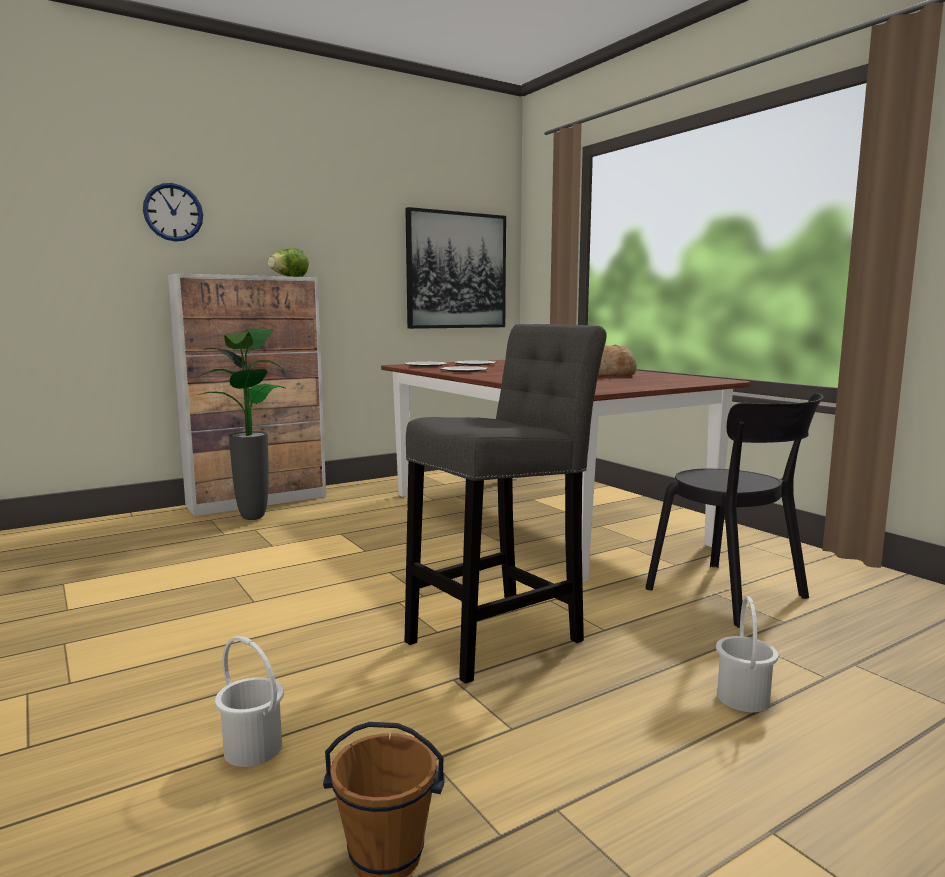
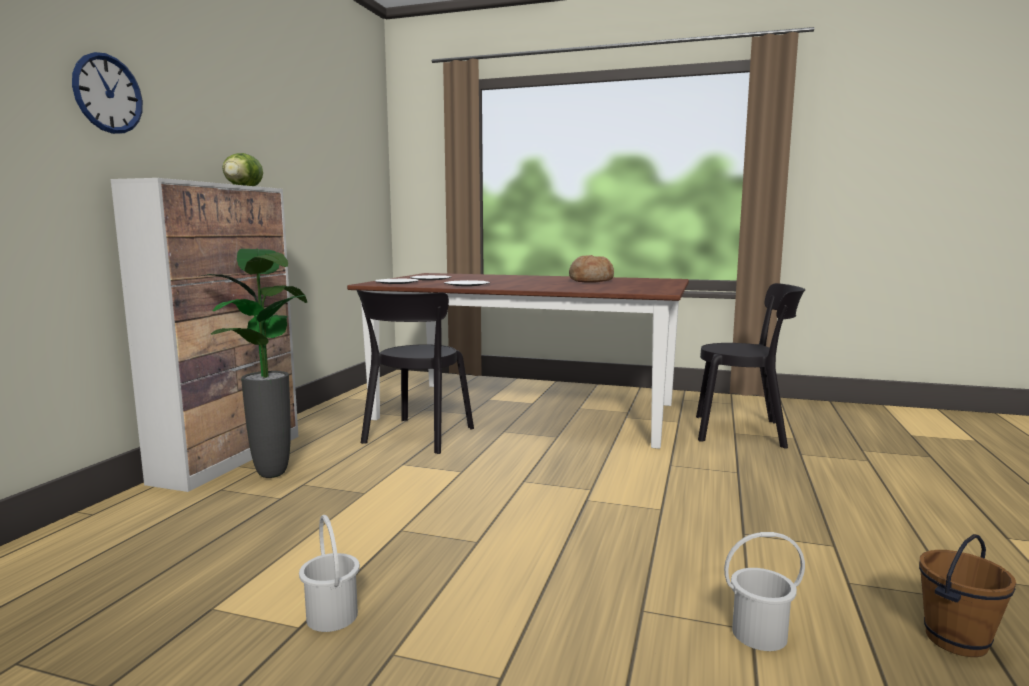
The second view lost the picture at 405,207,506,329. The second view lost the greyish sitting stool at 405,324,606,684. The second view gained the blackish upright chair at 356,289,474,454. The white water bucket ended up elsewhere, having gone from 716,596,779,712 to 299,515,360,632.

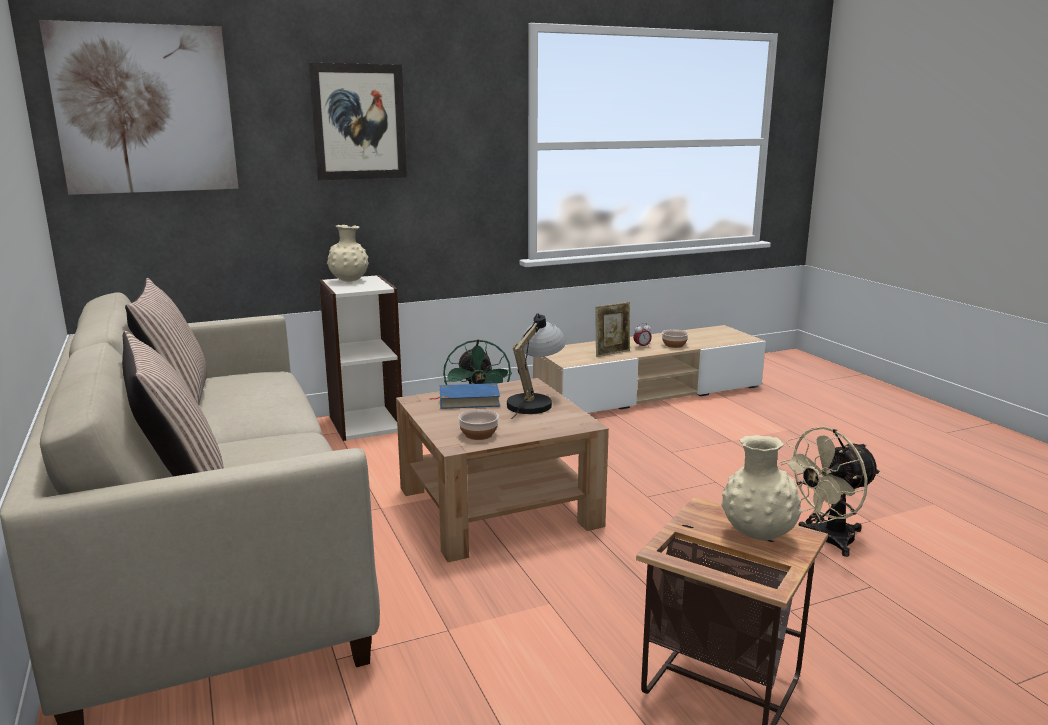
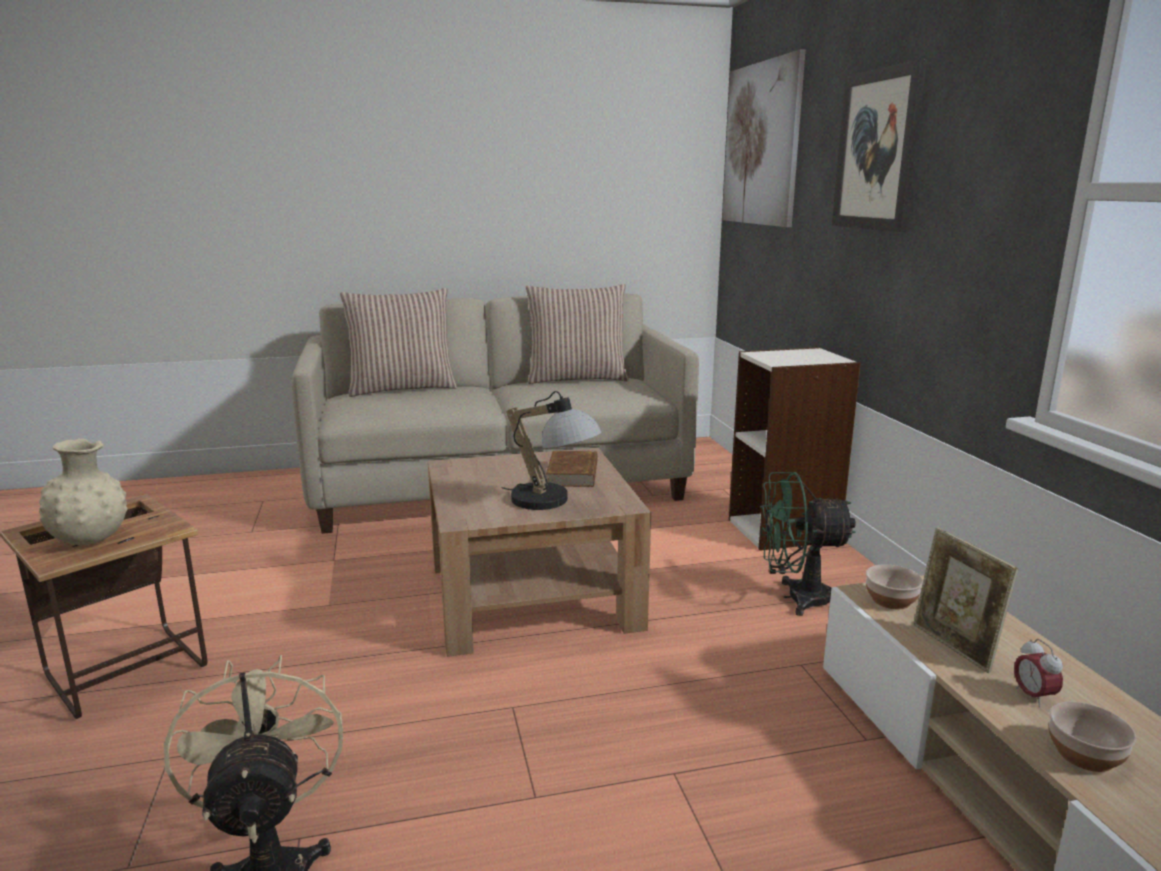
The second view lost the beige vase at 327,225,369,282. The bowl ended up elsewhere, having gone from 458,409,499,440 to 866,564,923,609. What was the bluish volume at 430,383,500,409 turned into the brown-coloured volume at 546,451,598,487.

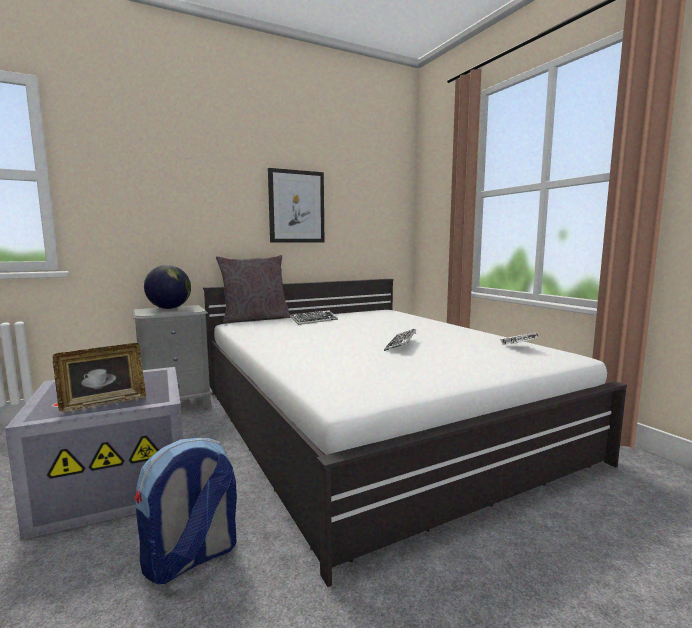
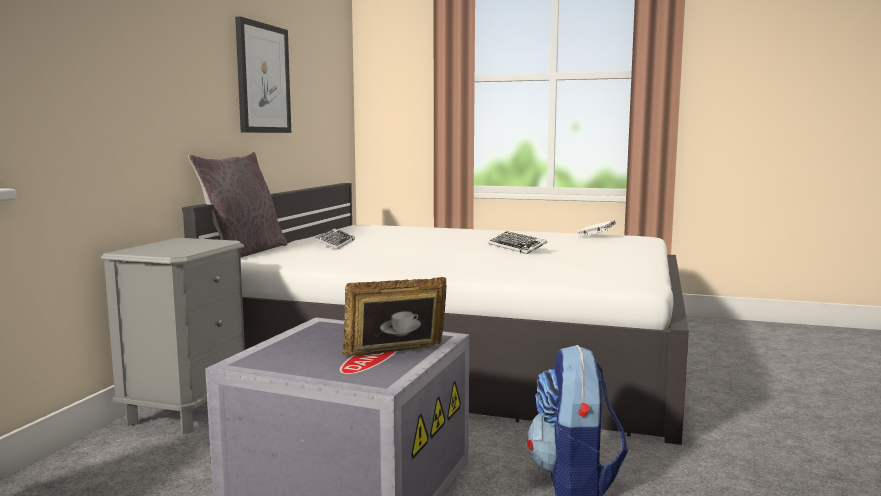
The second view lost the globe at 144,265,191,309. The picture frame at 53,343,146,412 ended up facing another way, 120 degrees counterclockwise from before.

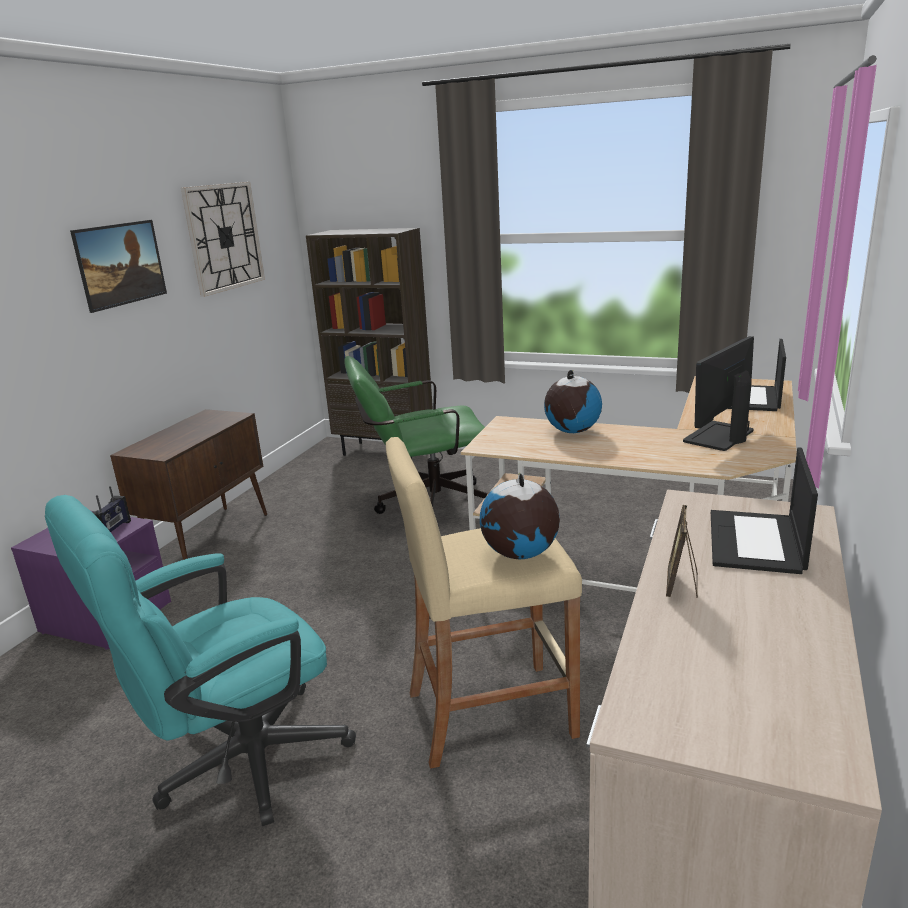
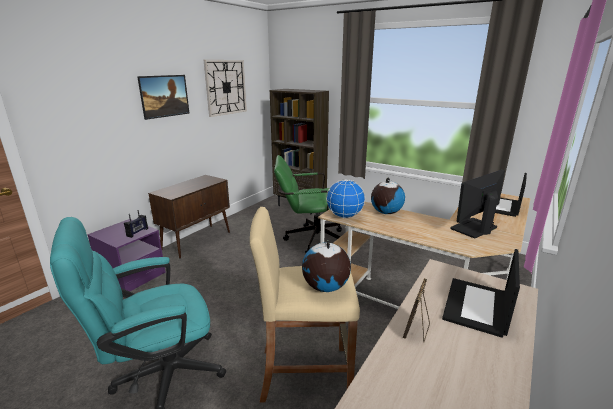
The second view gained the globe at 326,179,365,218.

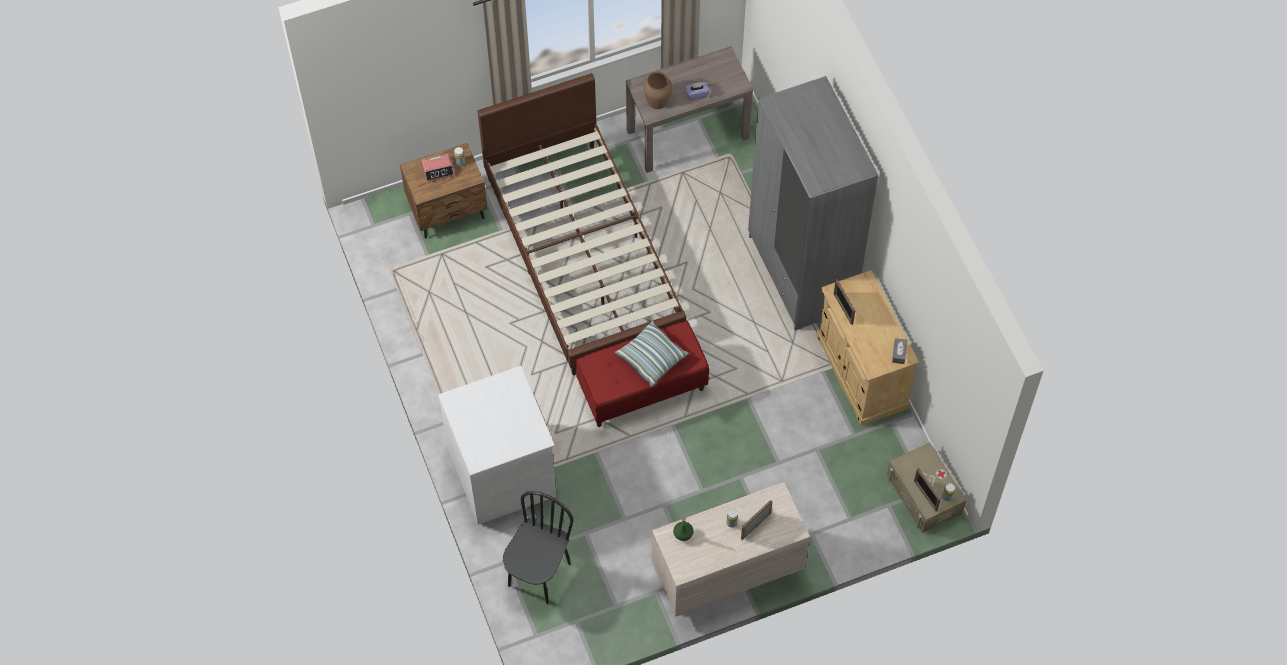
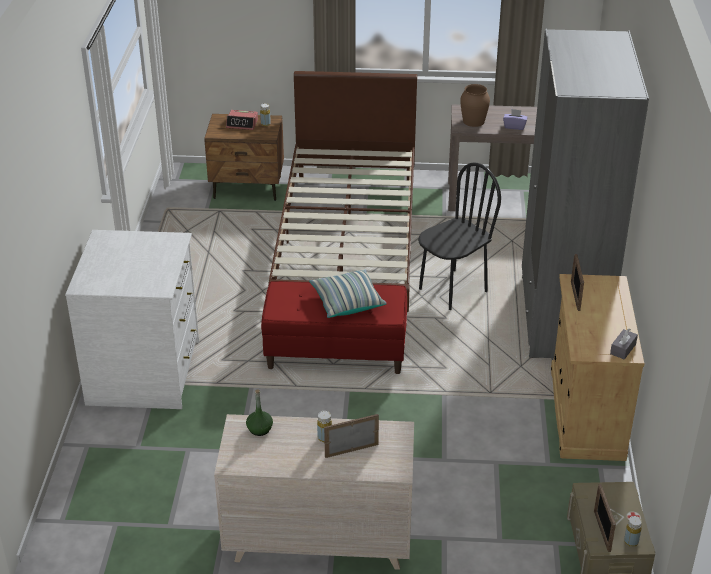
The blackish upright chair ended up elsewhere, having gone from 503,491,574,604 to 418,162,501,310.

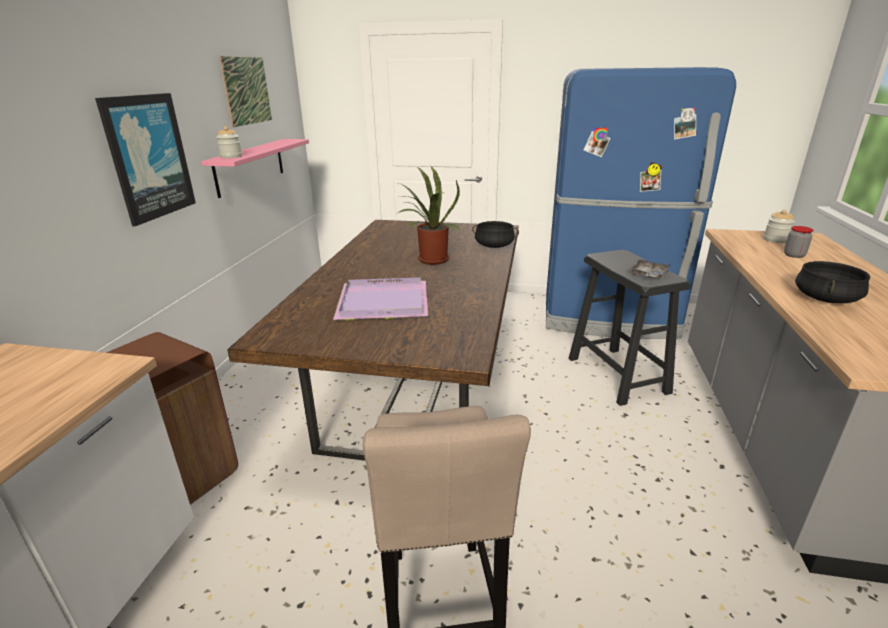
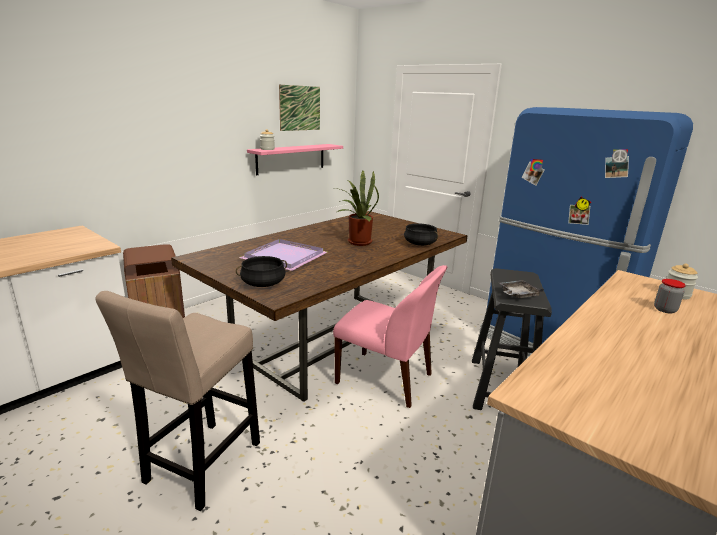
The second view lost the picture at 95,93,196,226. The second view gained the pink upright chair at 333,265,447,408. The blackish cooking pot ended up elsewhere, having gone from 795,261,870,303 to 236,256,287,287.

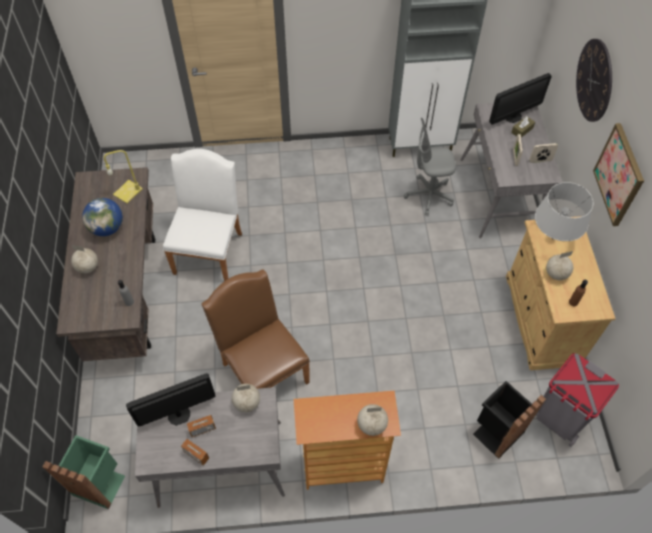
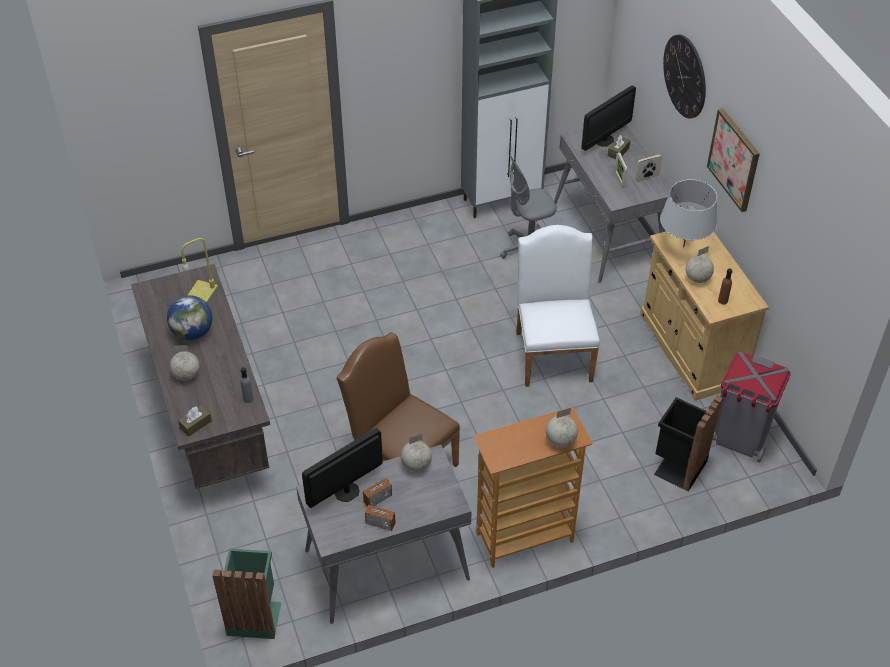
The second view gained the brown-coloured tissue box at 178,405,212,436. The white upright chair ended up elsewhere, having gone from 163,149,242,281 to 516,225,600,387.

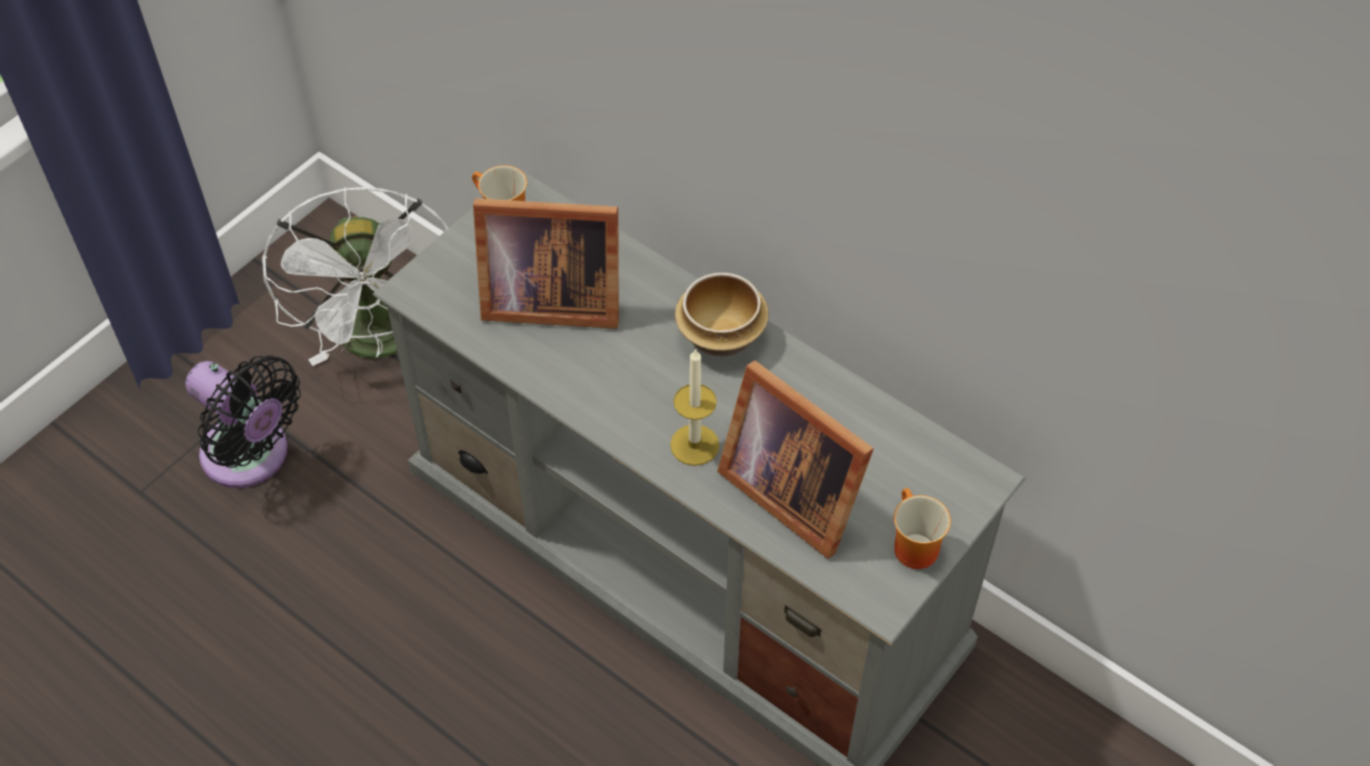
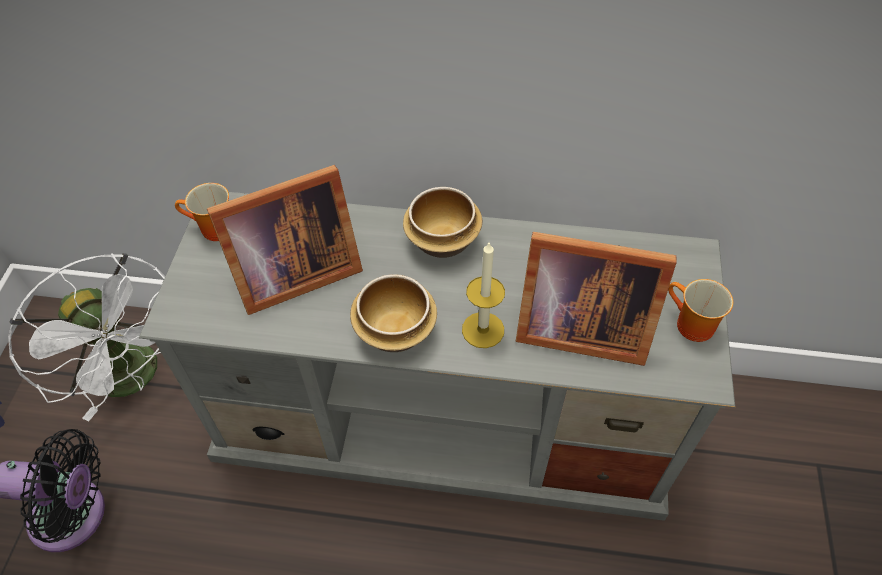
The second view gained the bowl at 350,274,437,352.

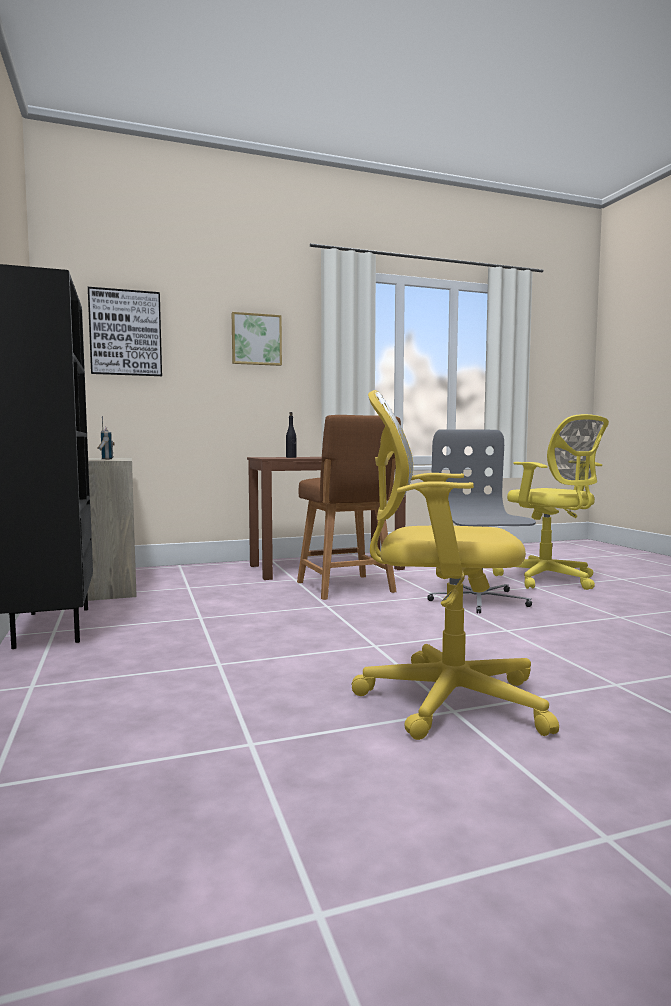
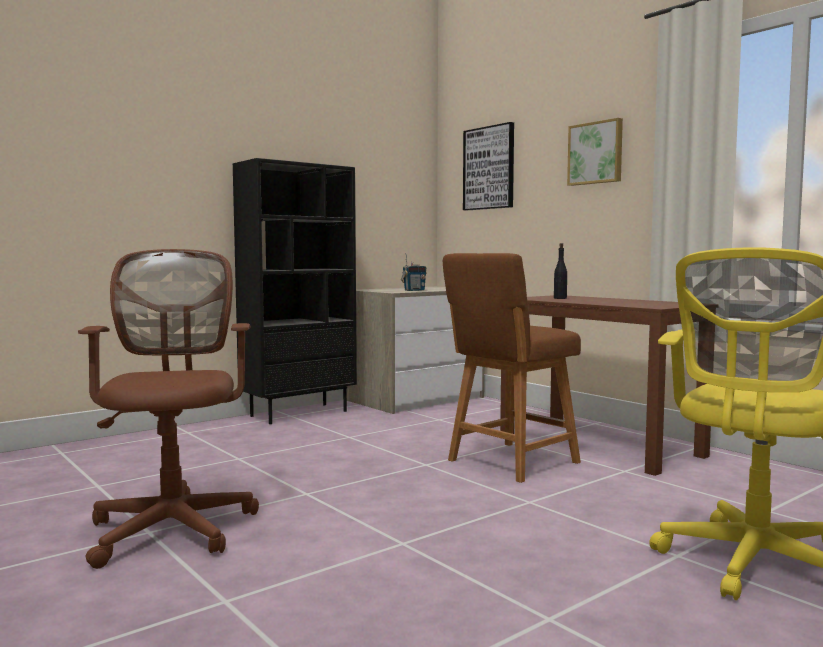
The second view lost the greyish desk chair at 427,430,536,613. What was the yellow-coloured desk chair at 351,390,559,740 turned into the brown-coloured desk chair at 78,249,259,569.

